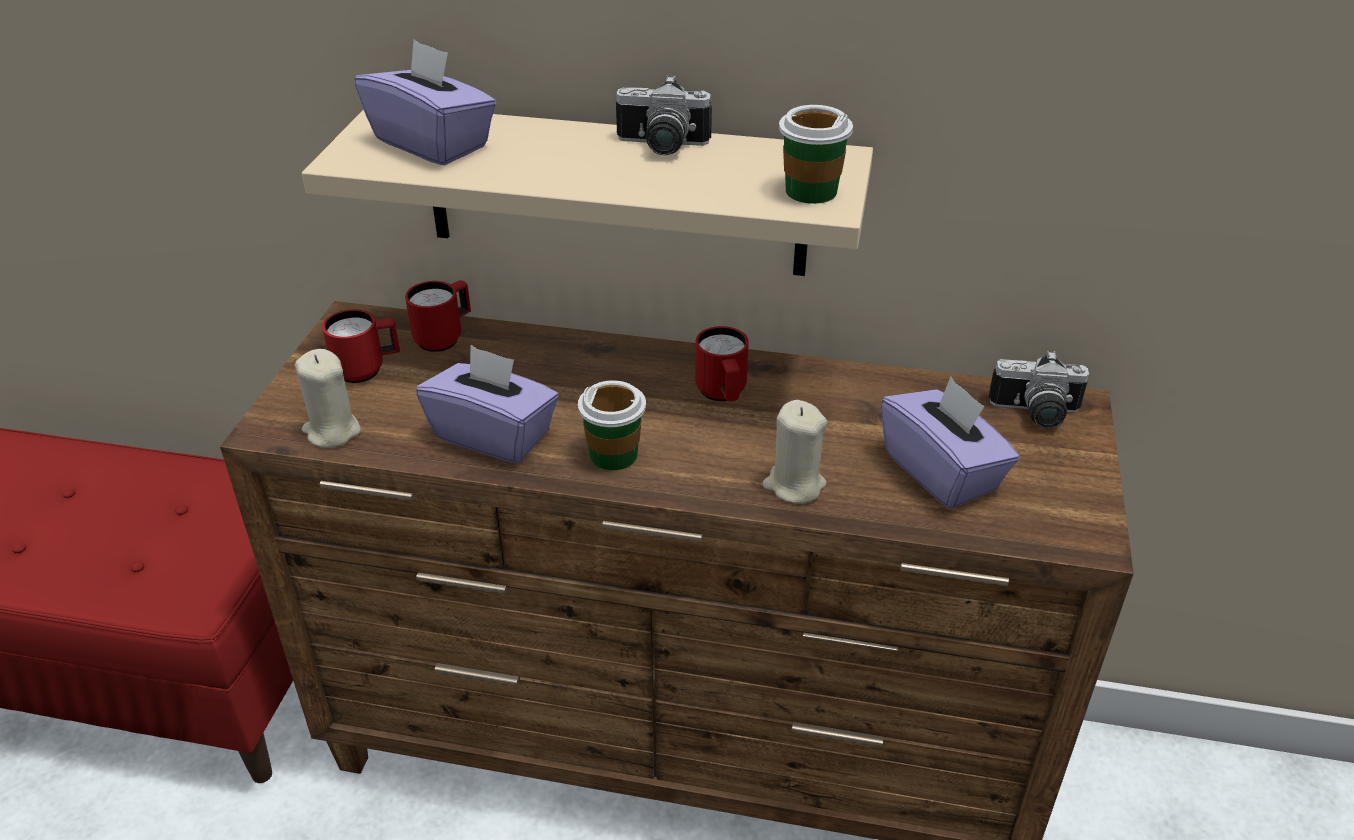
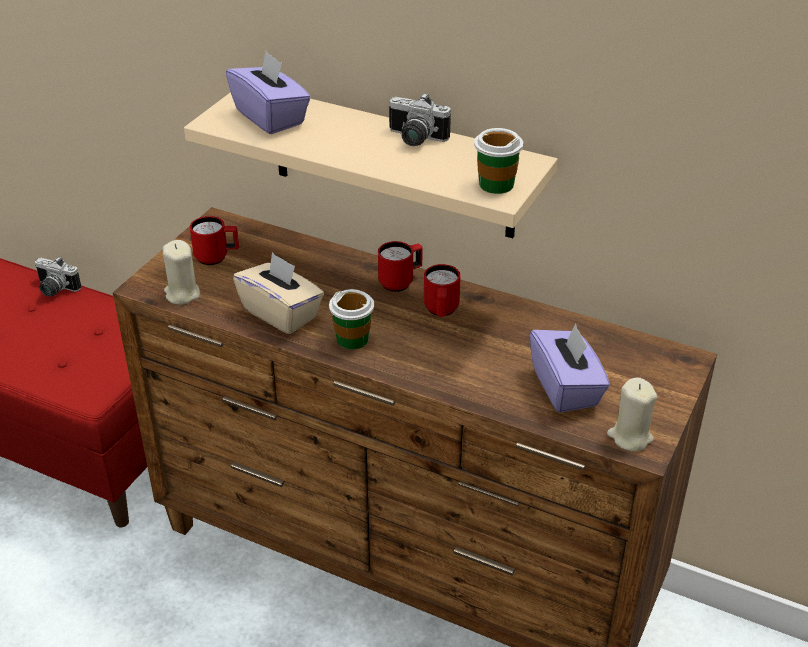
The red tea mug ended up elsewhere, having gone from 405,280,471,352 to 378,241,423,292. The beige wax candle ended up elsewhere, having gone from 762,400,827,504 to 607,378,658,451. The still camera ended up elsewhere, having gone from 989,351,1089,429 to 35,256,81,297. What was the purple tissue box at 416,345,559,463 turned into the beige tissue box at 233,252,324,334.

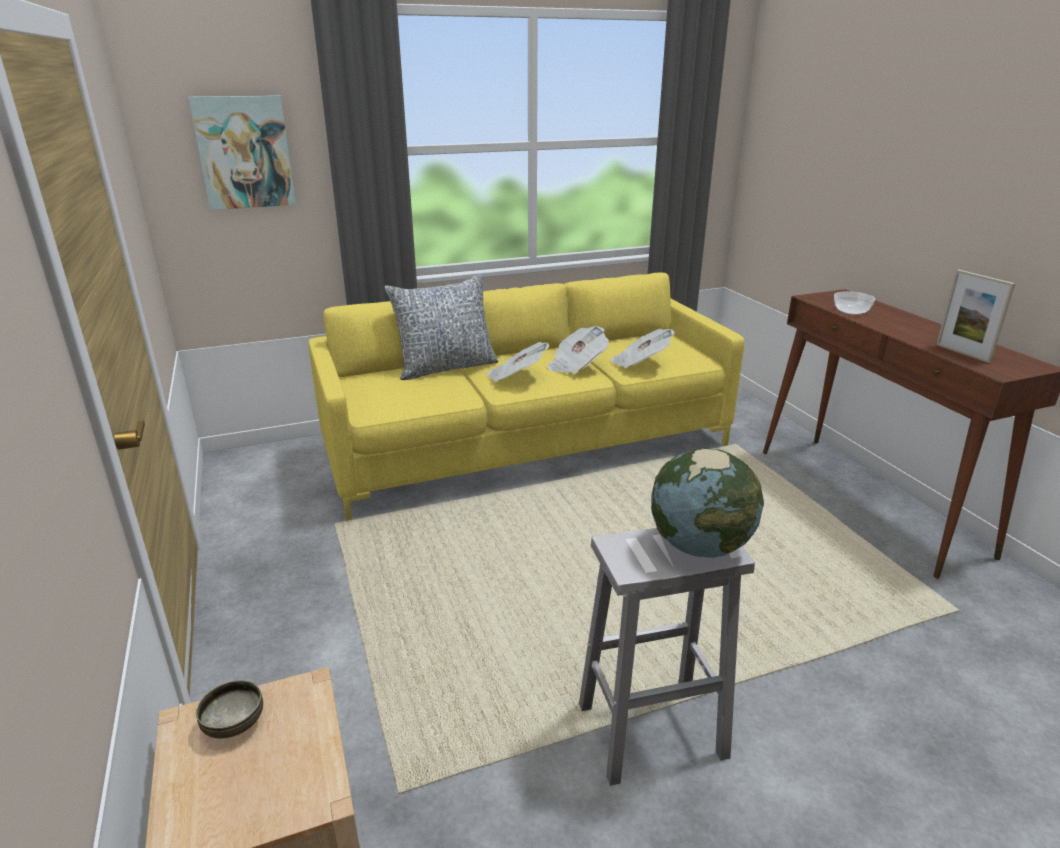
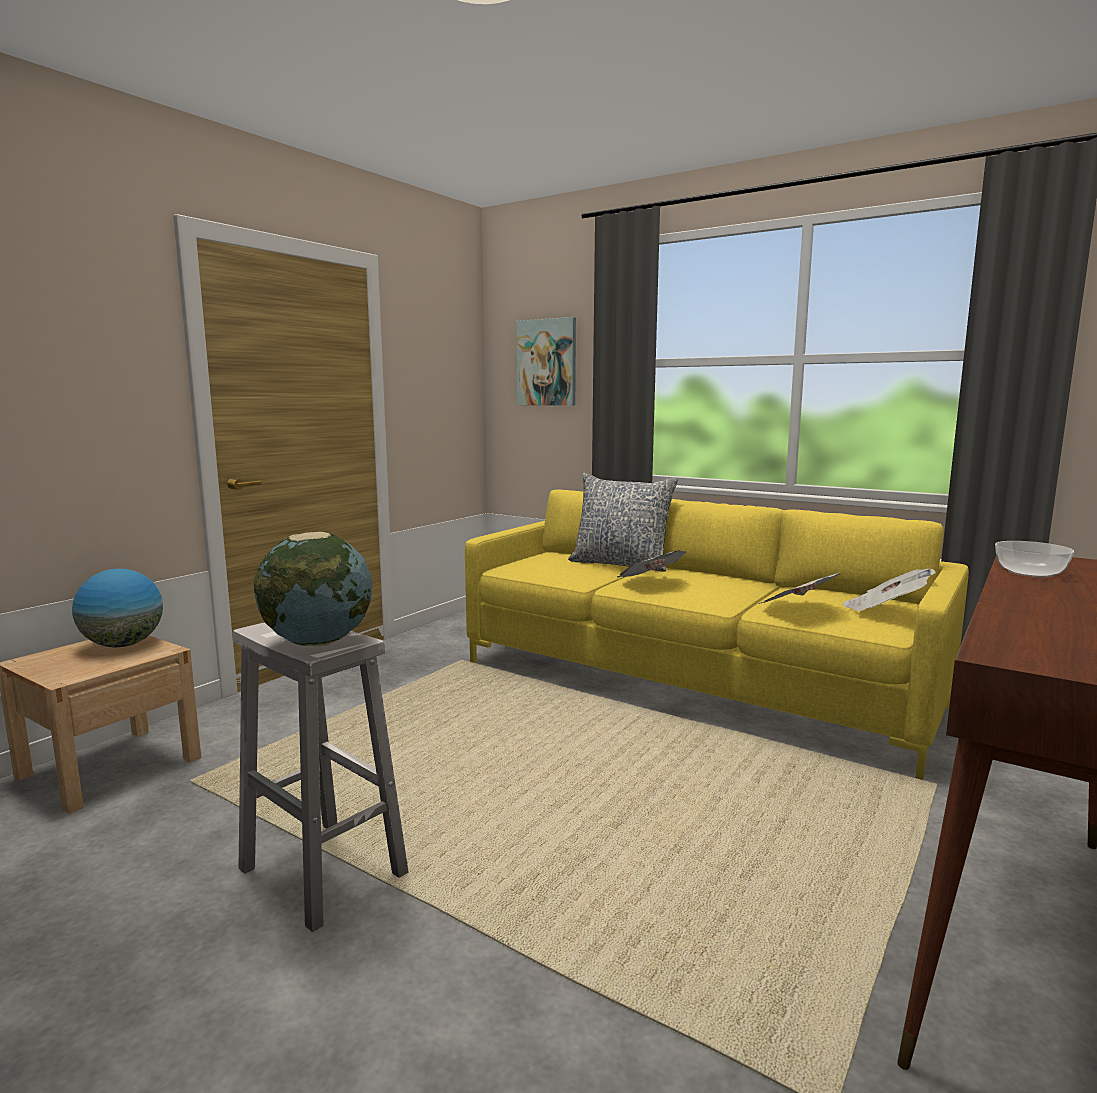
The second view lost the picture frame at 936,270,1016,363. The newspaper ended up elsewhere, having gone from 547,326,609,374 to 843,569,936,612. Where the bowl stood at 196,680,263,738, the globe came to stand at 72,569,163,648.

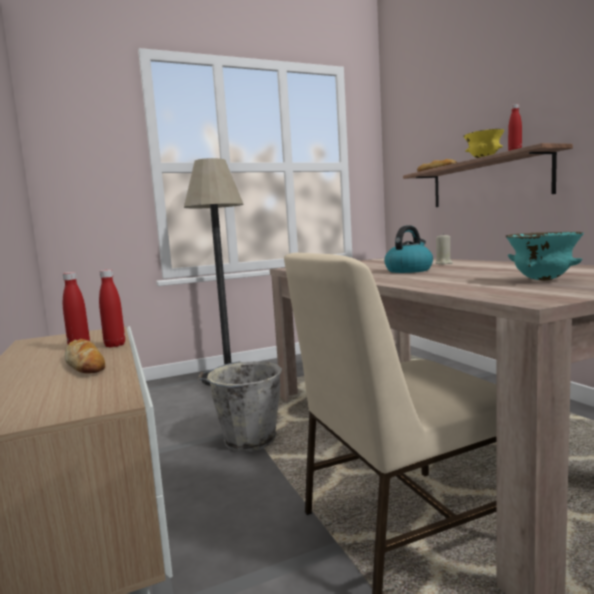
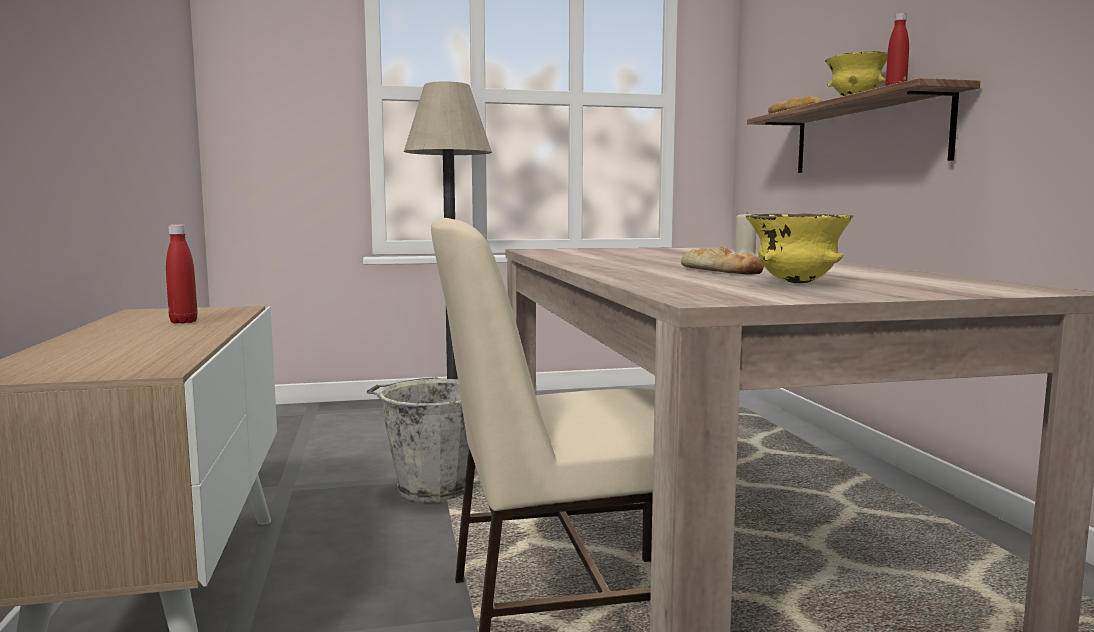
The second view lost the red beverage bottle at 99,270,125,347. The second view lost the water kettle at 384,225,433,273. The bread ended up elsewhere, having gone from 65,339,105,374 to 681,247,764,275. What was the turquoise bowl at 506,232,584,281 turned into the yellow-coloured bowl at 745,214,853,283.

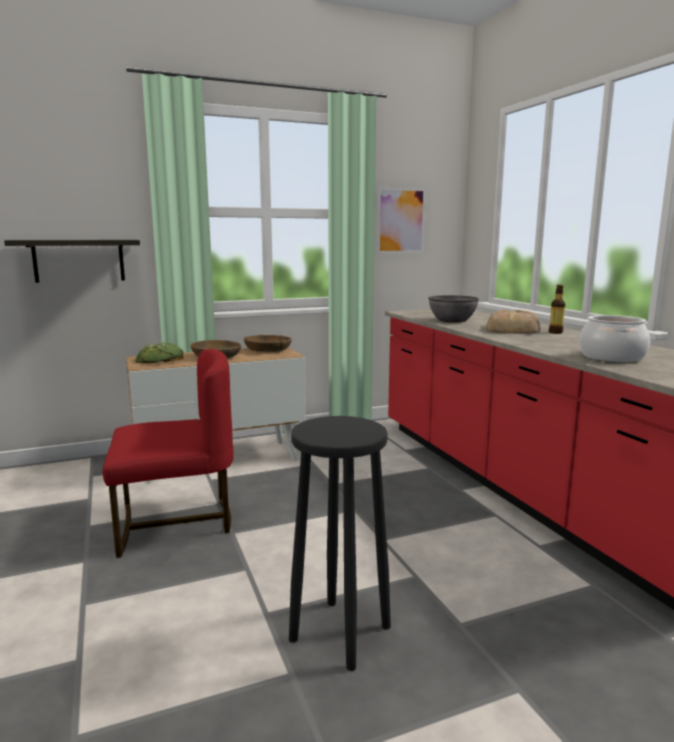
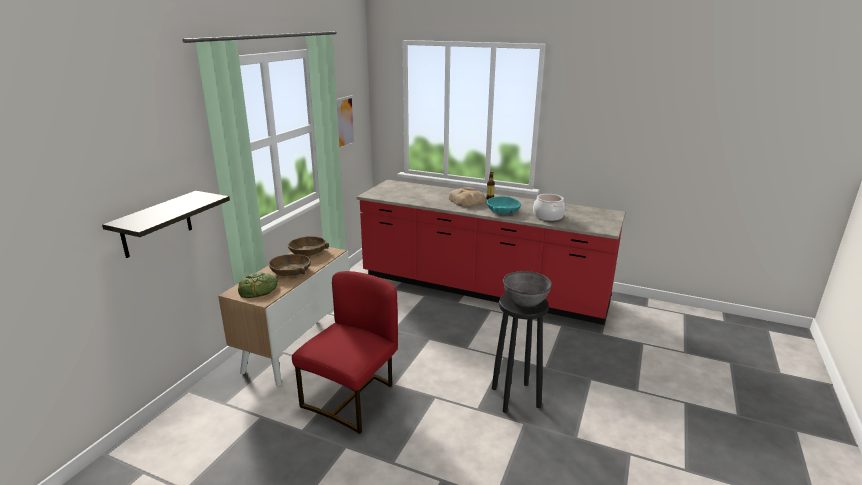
The second view gained the turquoise bowl at 487,196,521,214. The greyish bowl ended up elsewhere, having gone from 428,295,479,322 to 503,271,552,307.

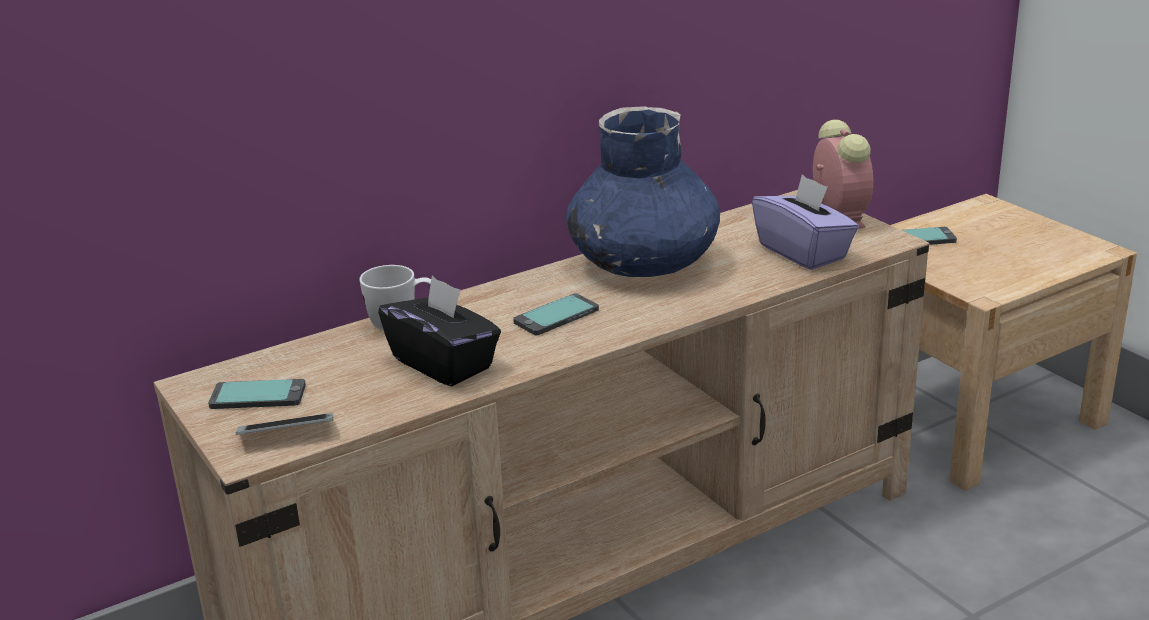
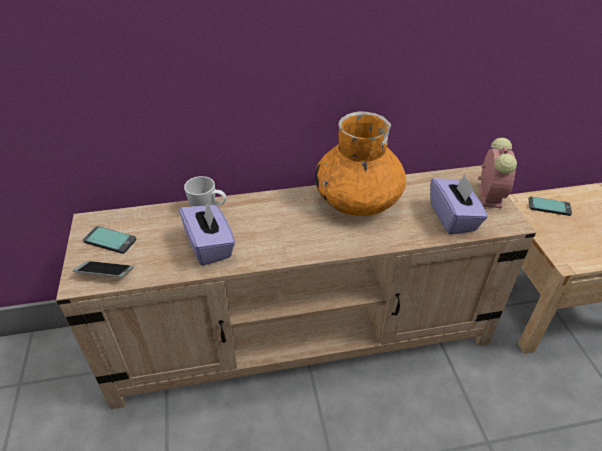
The second view lost the phone at 513,293,599,335. What was the blackish tissue box at 378,276,501,386 turned into the purple tissue box at 179,201,235,266. What was the bluish vase at 566,106,720,277 turned into the orange vase at 315,111,406,216.

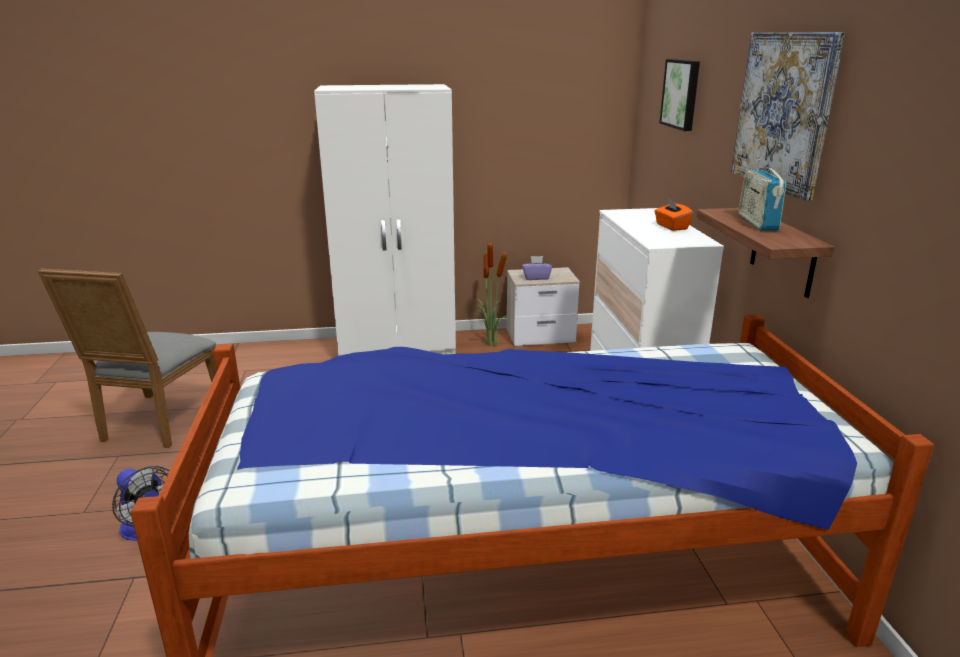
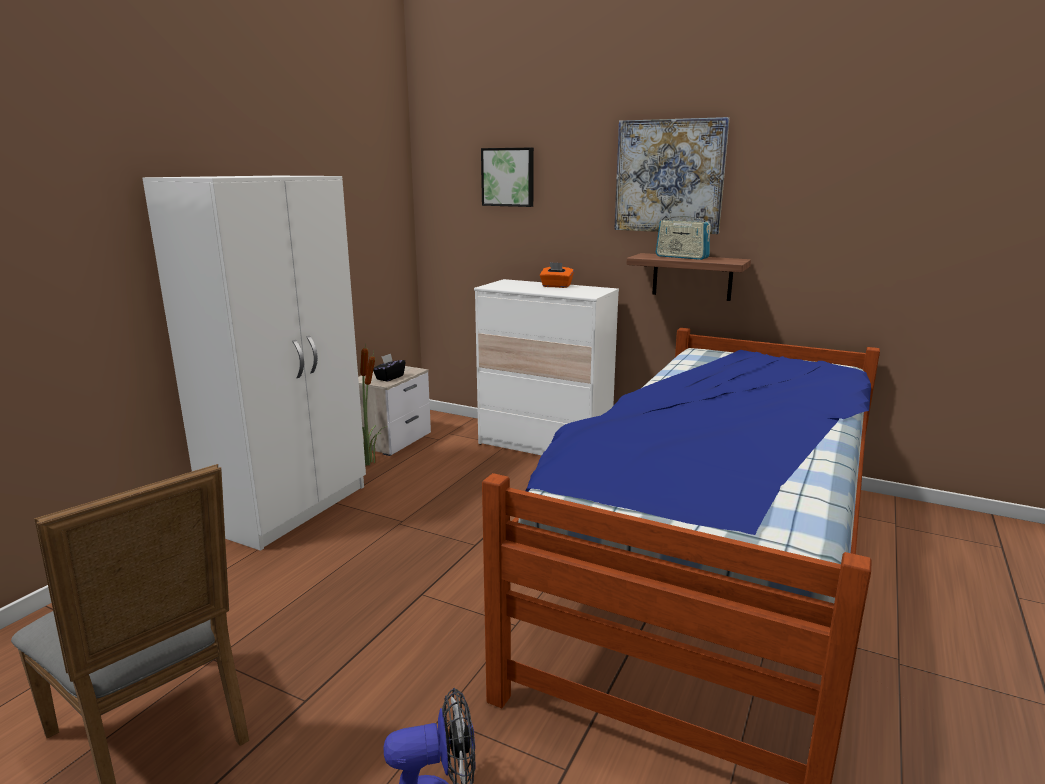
What was the purple tissue box at 522,256,552,280 turned into the blackish tissue box at 373,354,406,381.

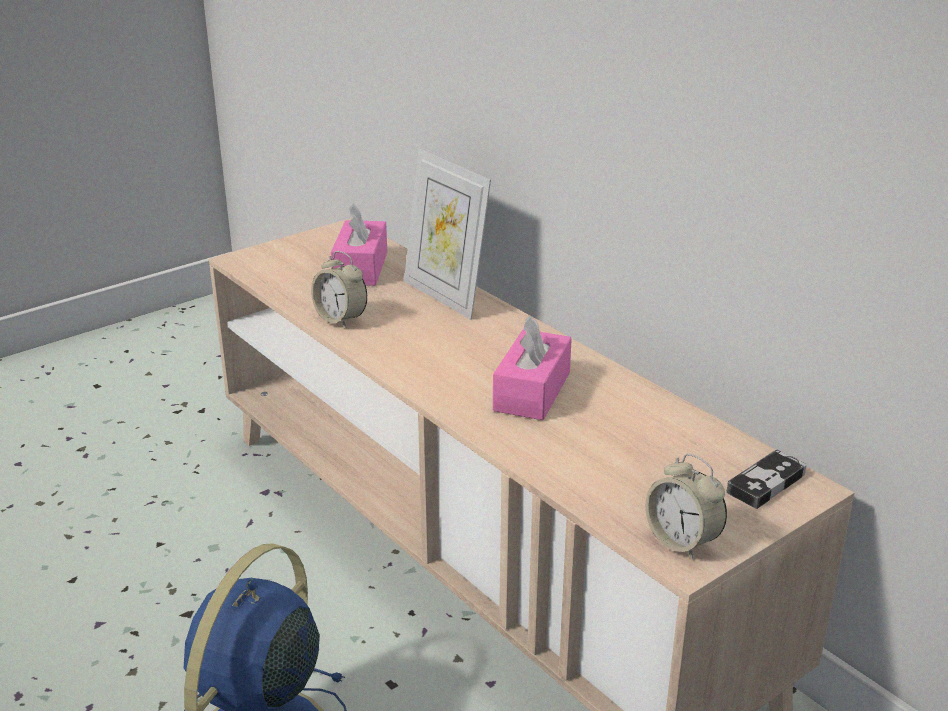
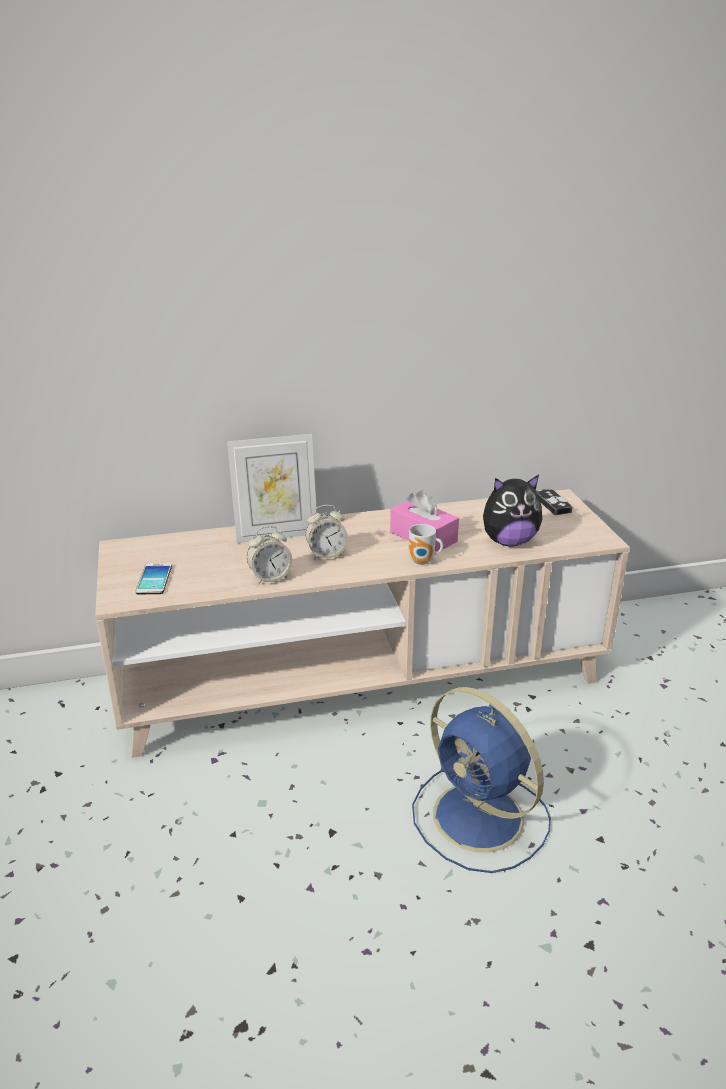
The second view lost the pink tissue box at 331,204,387,286. The second view gained the phone at 136,563,172,594. The second view gained the tea mug at 409,524,443,565. The second view gained the plush toy at 483,475,542,546. The bedside clock ended up elsewhere, having gone from 645,453,727,560 to 305,505,348,560.

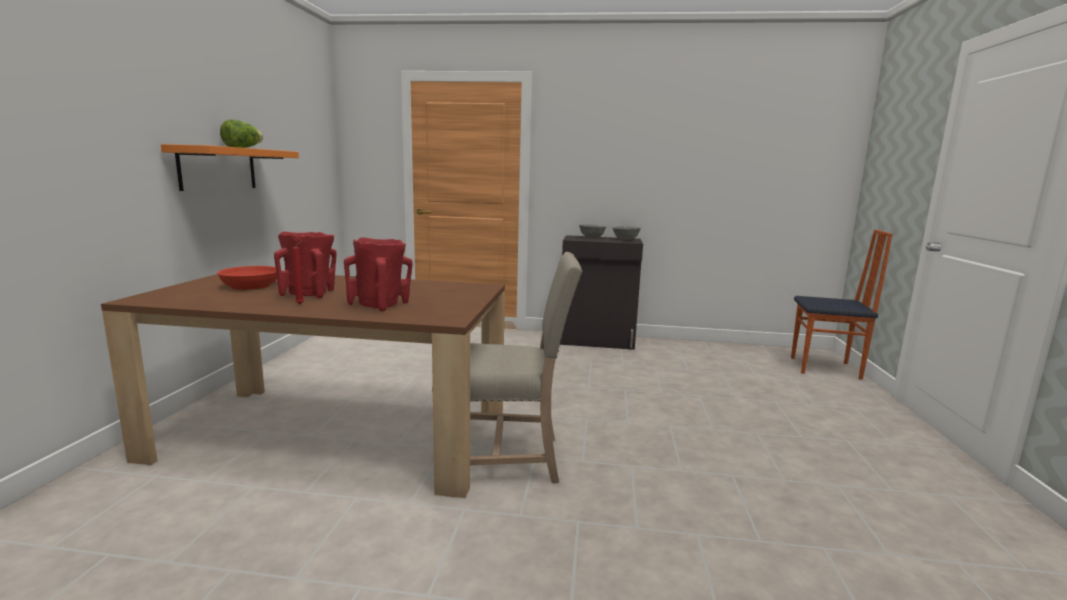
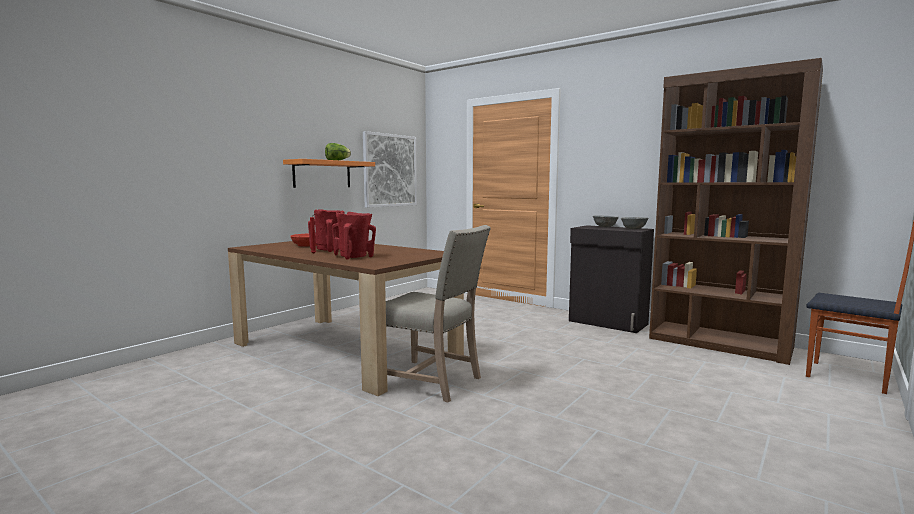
The second view gained the picture at 363,131,417,208. The second view gained the brown-coloured bookshelf at 649,58,823,365.

